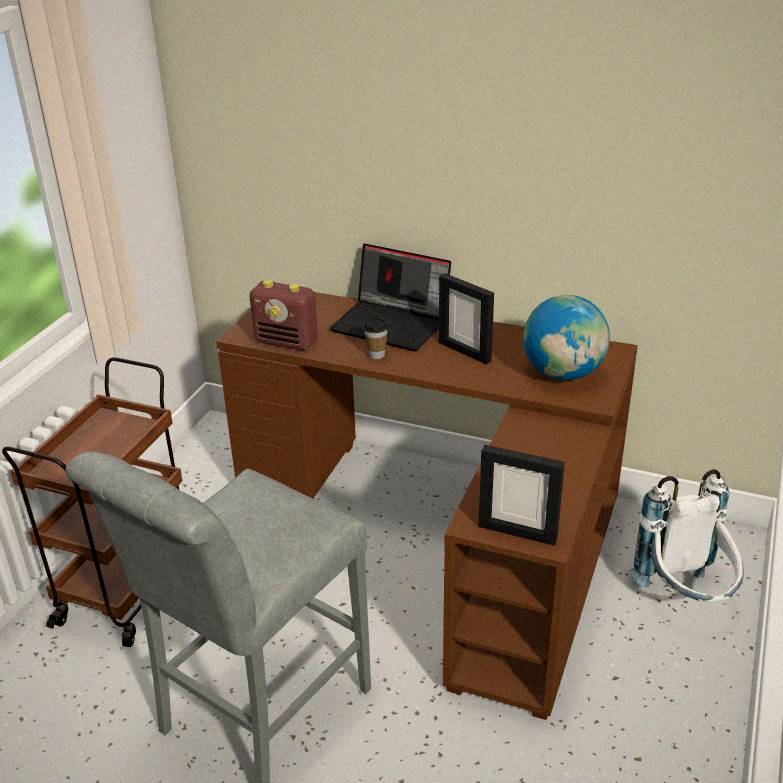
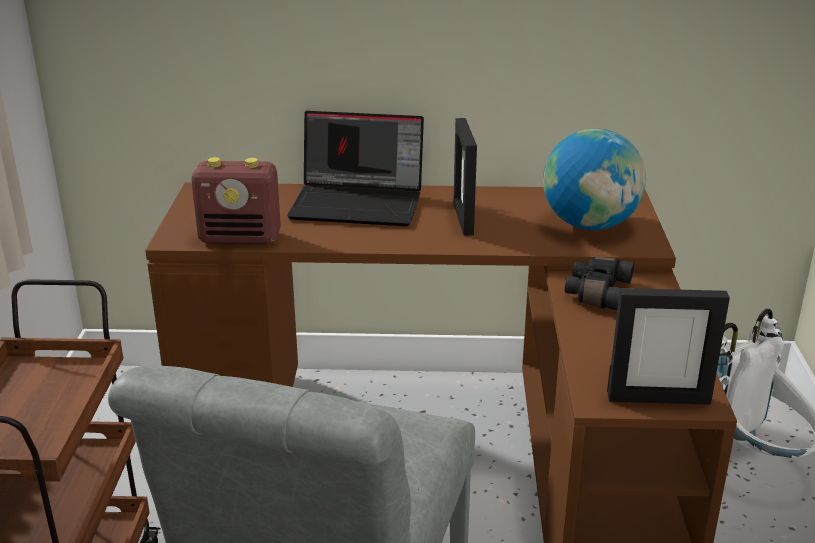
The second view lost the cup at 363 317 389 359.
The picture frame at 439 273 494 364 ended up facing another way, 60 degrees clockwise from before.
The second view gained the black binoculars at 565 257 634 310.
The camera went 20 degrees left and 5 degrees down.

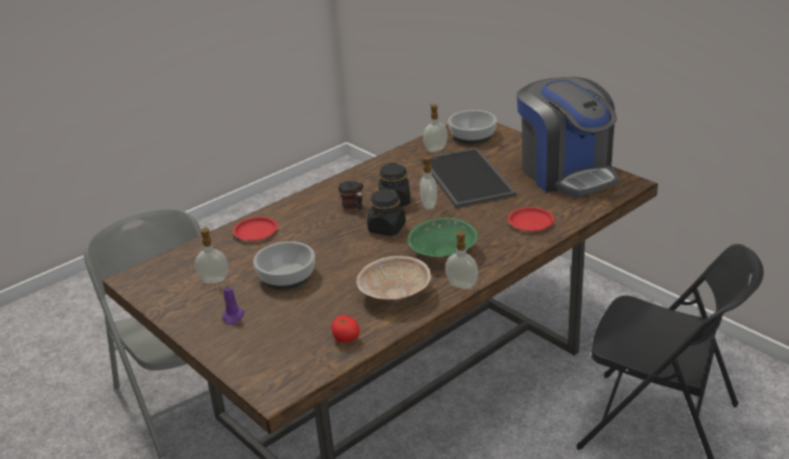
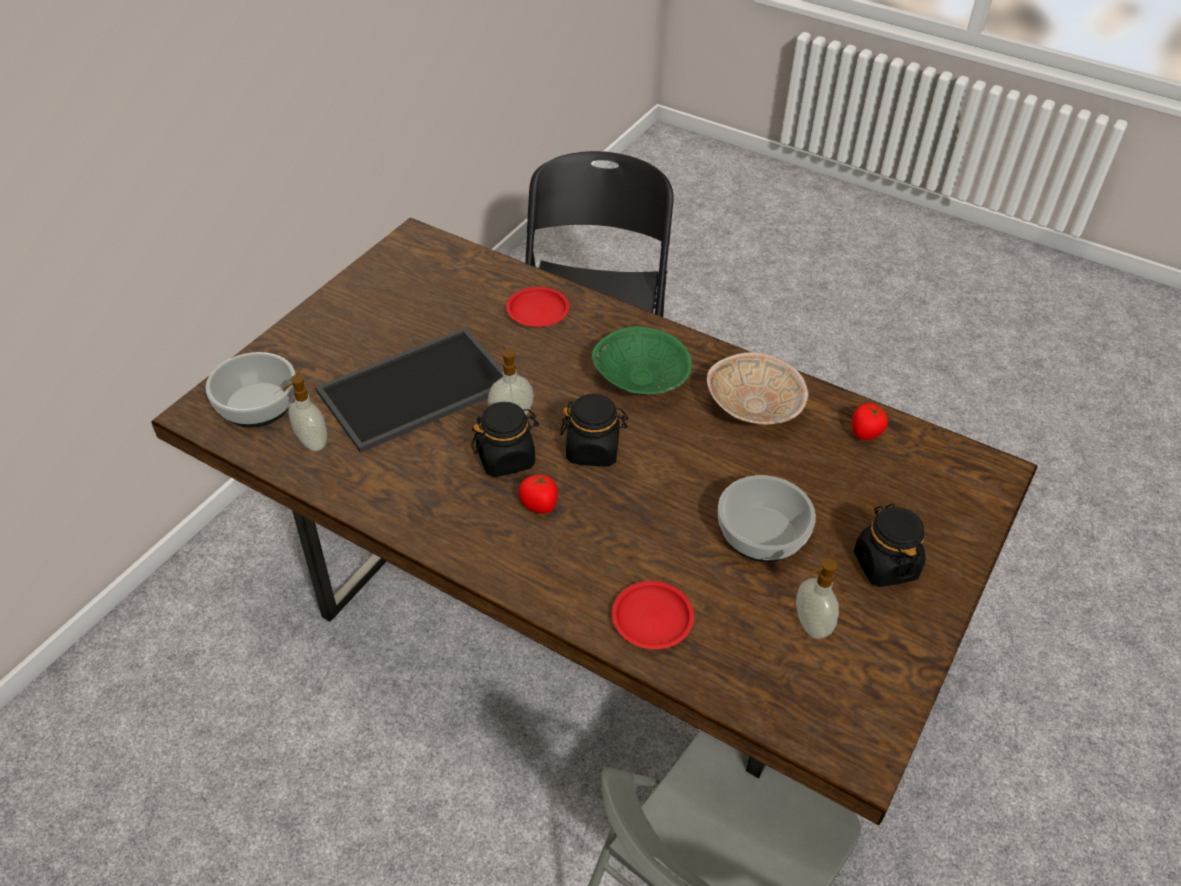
Where the purple candle stood at 222 282 245 325, the black jar came to stand at 854 504 925 587.
Where the mug stood at 339 181 363 210, the tomato came to stand at 519 473 558 514.
The second view lost the soap dispenser at 445 231 478 289.
The second view lost the coffee machine at 517 77 619 197.
The camera went 110 degrees left and 15 degrees up.

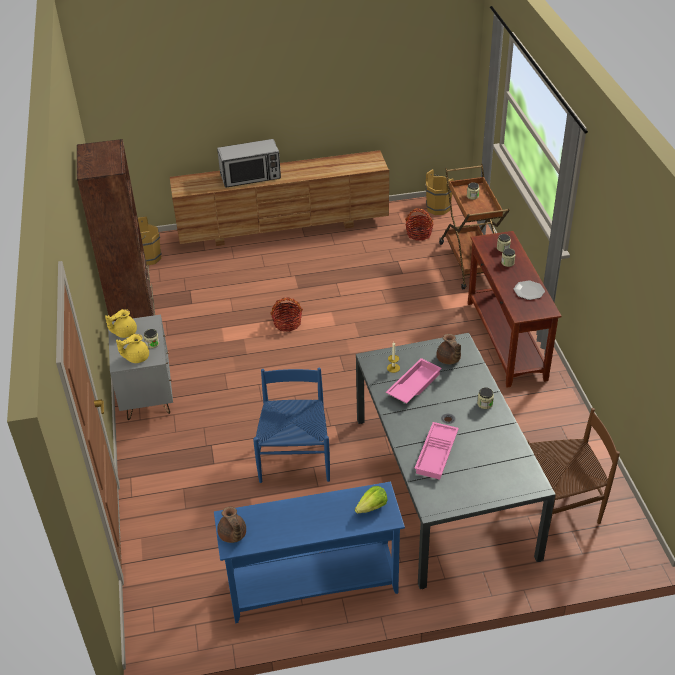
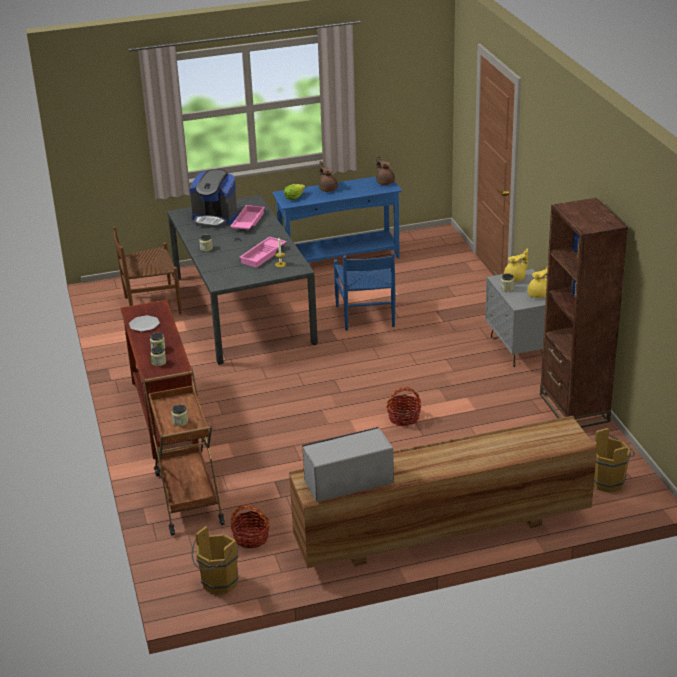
The microwave ended up elsewhere, having gone from 217 139 281 187 to 302 427 394 502.
The brown teapot ended up elsewhere, having gone from 436 334 461 364 to 319 161 338 192.
The second view gained the coffee machine at 189 169 238 228.
The camera went 175 degrees right and 10 degrees down.

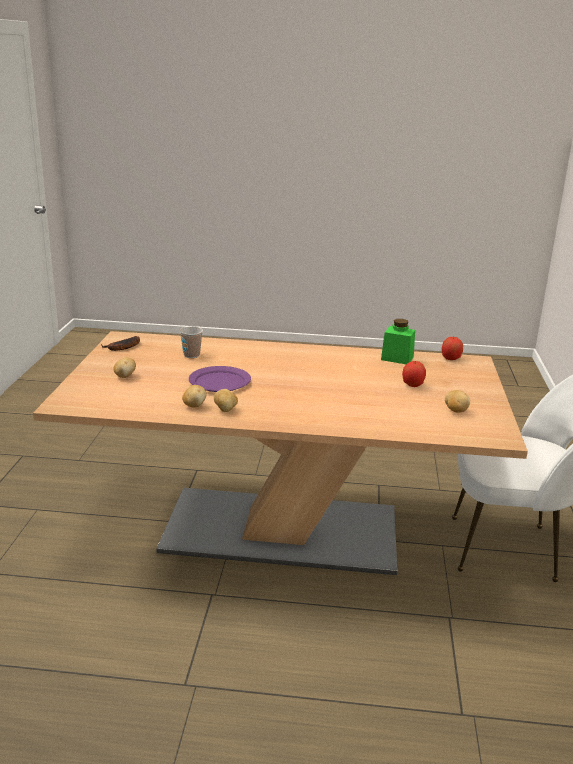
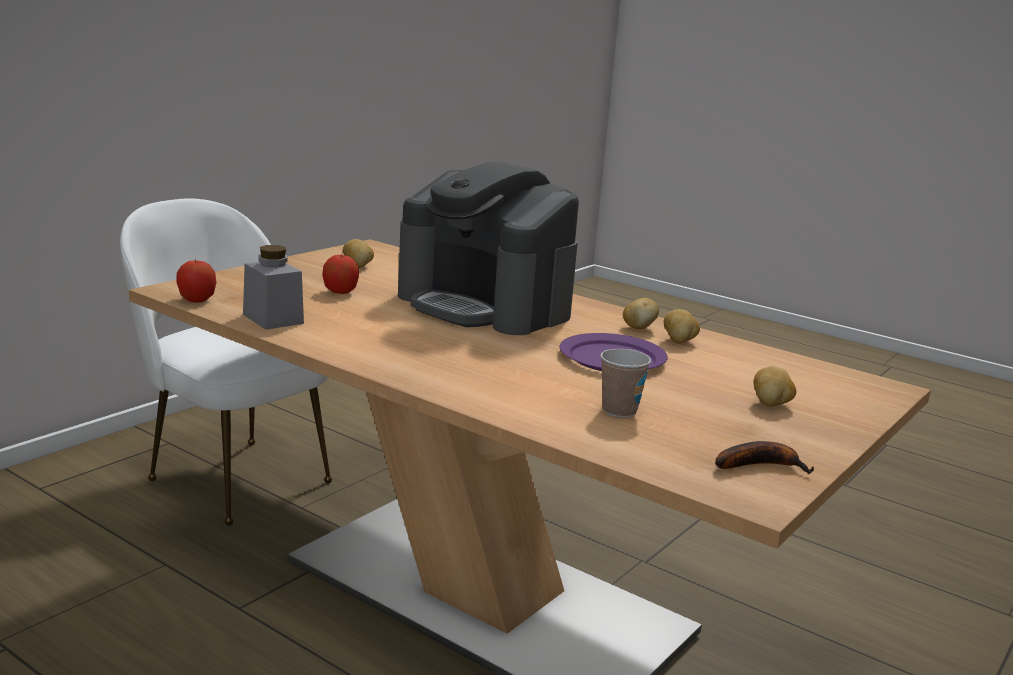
What was the green jar at 381 319 415 364 turned into the grey jar at 243 245 304 330.
The second view gained the coffee machine at 398 162 579 335.
The camera went 150 degrees left and 5 degrees down.

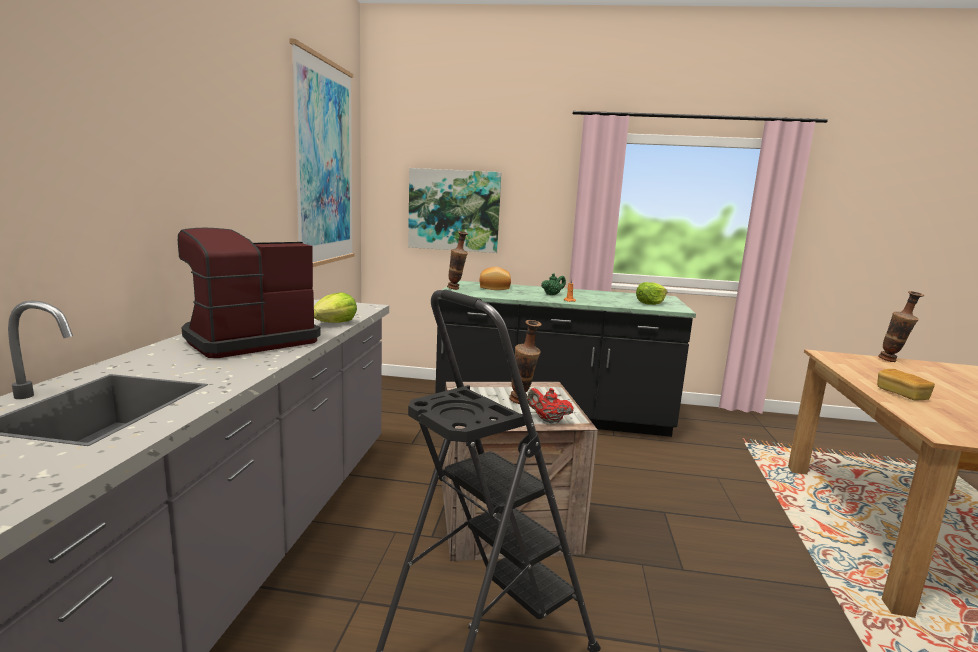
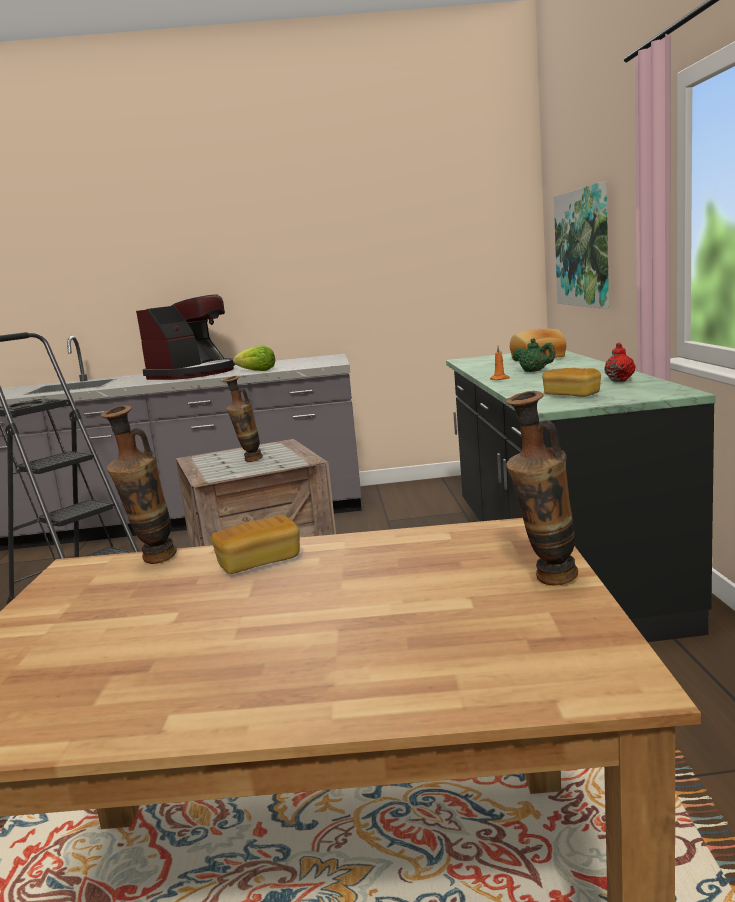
The coffee machine at 178 228 321 358 ended up facing another way, 90 degrees clockwise from before.
The second view lost the picture at 289 39 355 267.
The vase ended up elsewhere, having gone from 447 231 468 290 to 101 405 177 564.
The red teapot ended up elsewhere, having gone from 527 388 574 423 to 604 343 636 382.
Where the lettuce stood at 636 282 668 305, the bread came to stand at 542 368 601 397.
The camera went 80 degrees right and 0 degrees up.

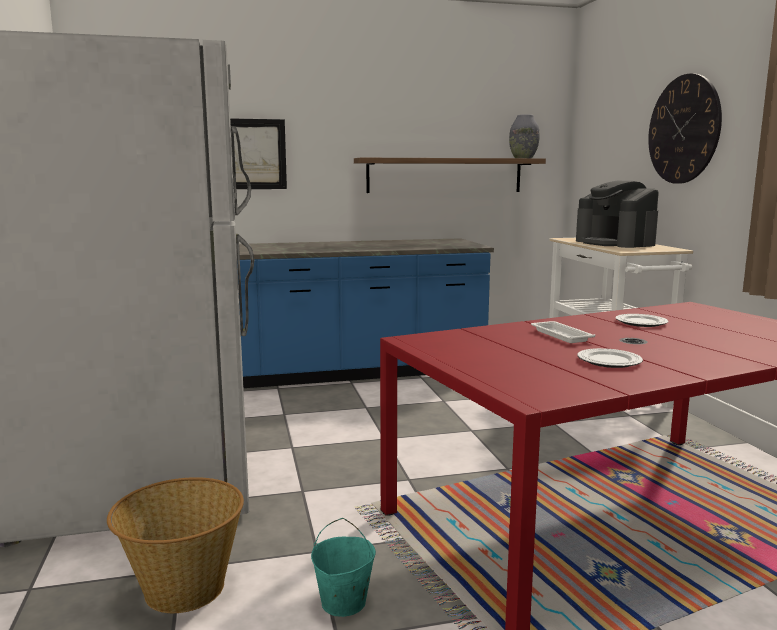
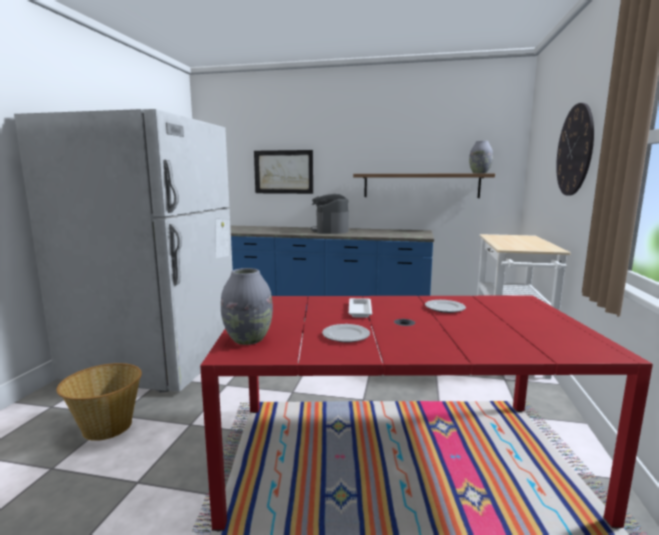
The second view lost the turquoise bucket at 311 518 376 617.
The coffee machine ended up elsewhere, having gone from 576 181 659 248 to 311 194 349 234.
The second view gained the grey vase at 221 268 273 345.
The camera went 25 degrees right and 0 degrees up.

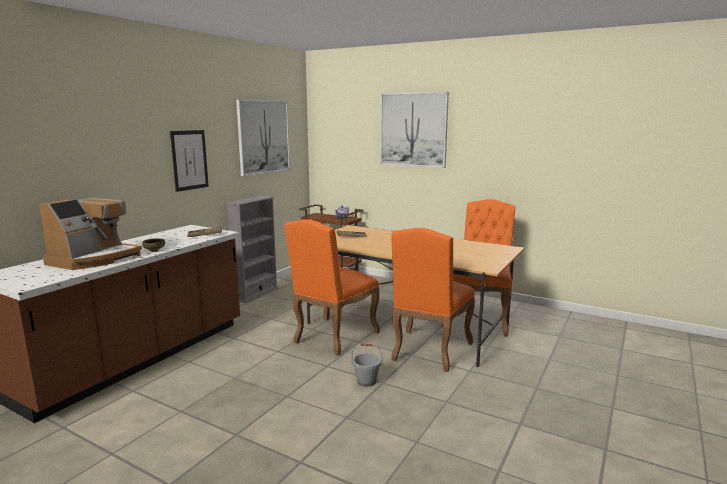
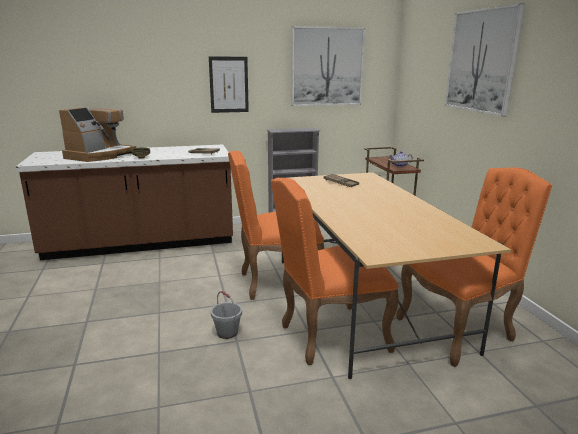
The coffee machine at 39 197 142 270 ended up facing another way, 45 degrees counterclockwise from before.
The camera went 45 degrees right and 5 degrees up.

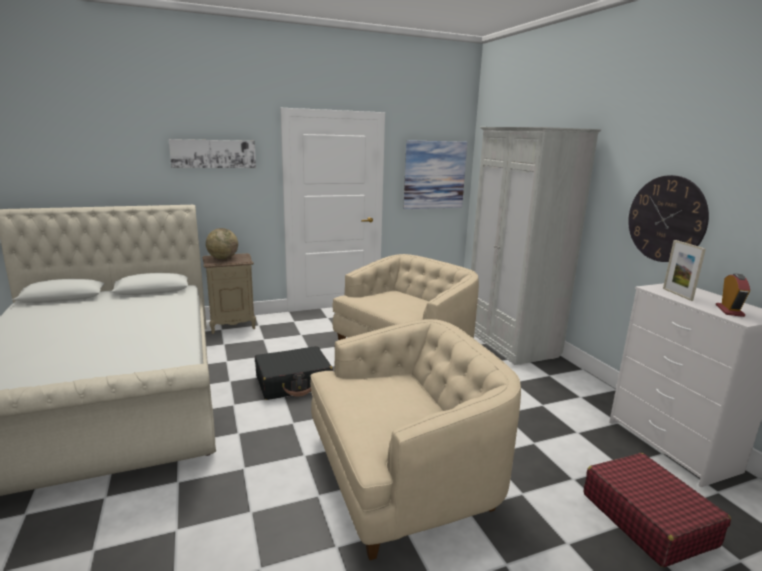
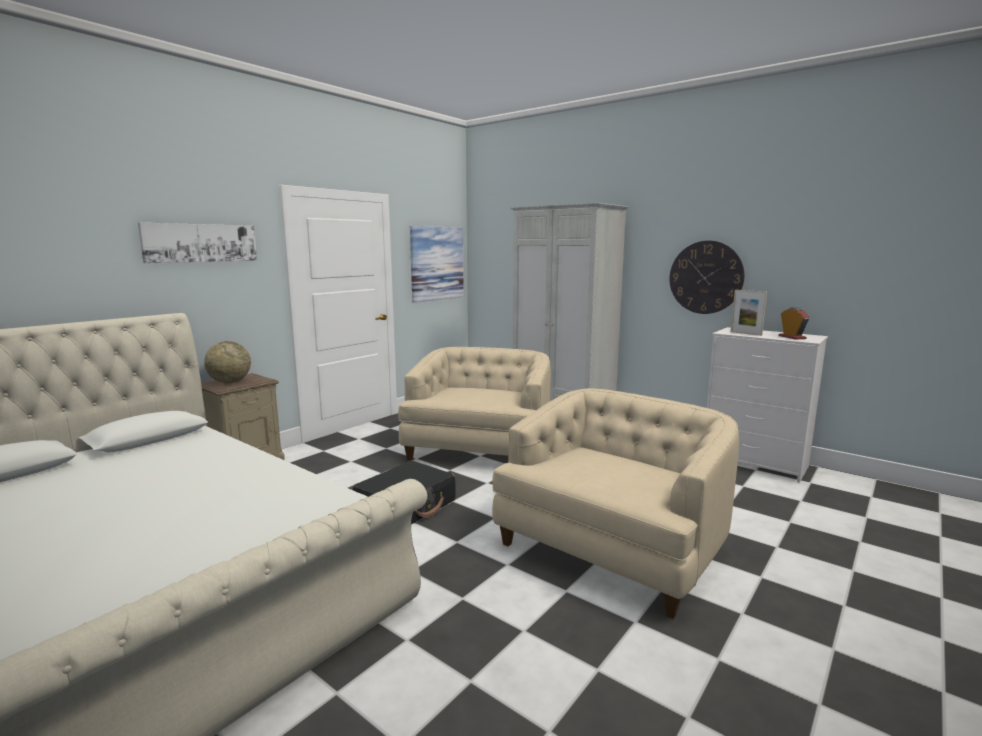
The second view lost the red suitcase at 584 453 731 567.
The camera went 30 degrees left and 5 degrees down.

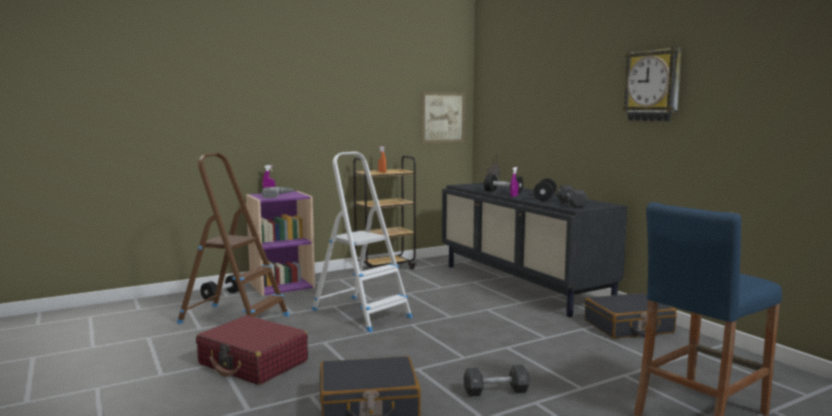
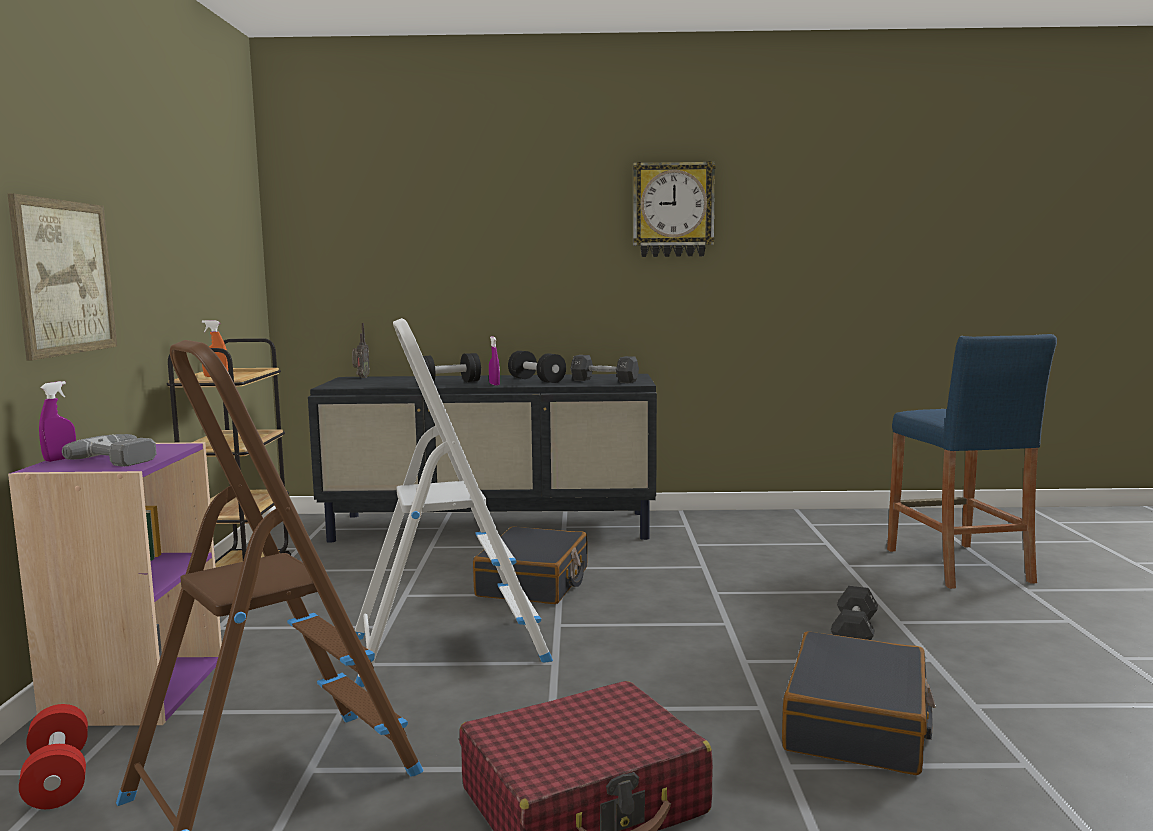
What was the black dumbbell at 201 275 239 301 turned into the red dumbbell at 19 704 88 809.
The picture ended up elsewhere, having gone from 421 92 465 144 to 8 194 117 360.
The black suitcase ended up elsewhere, having gone from 585 293 676 339 to 473 527 588 604.
The camera went 60 degrees left and 0 degrees up.

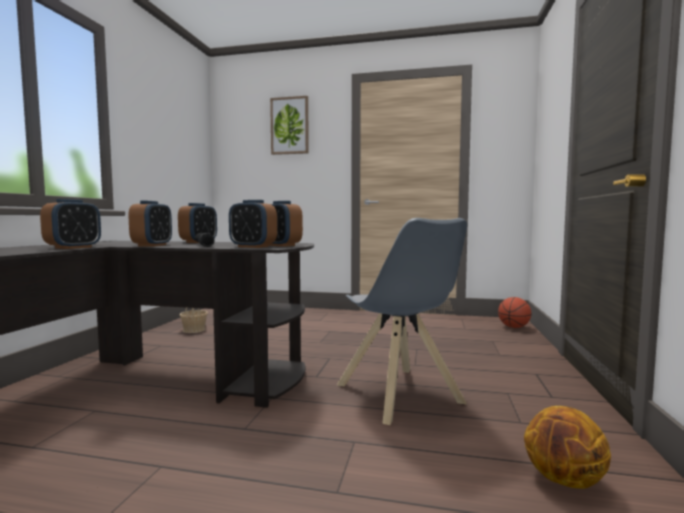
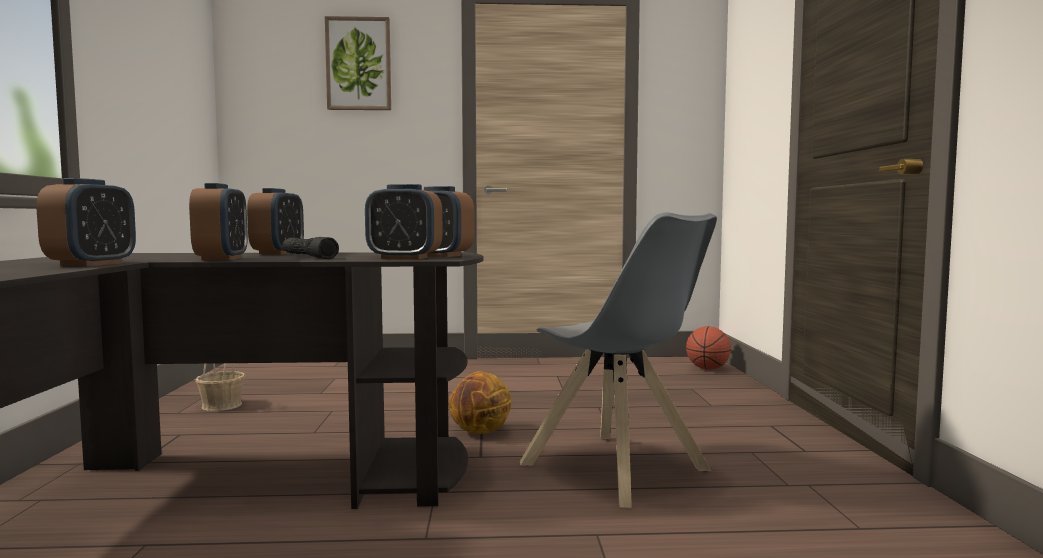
The basketball ended up elsewhere, having gone from 524 406 611 489 to 449 371 511 434.
The camera went 15 degrees left and 0 degrees up.

